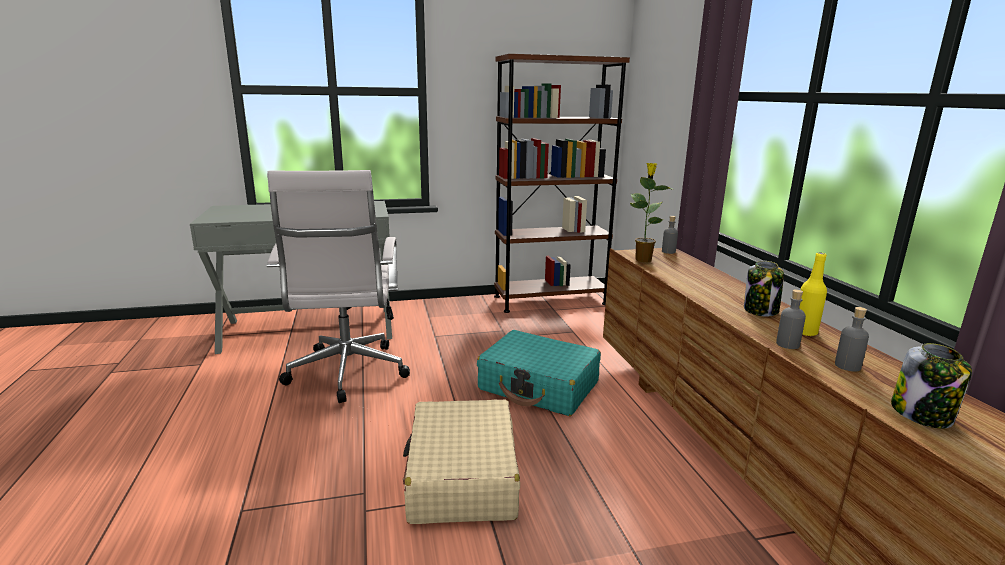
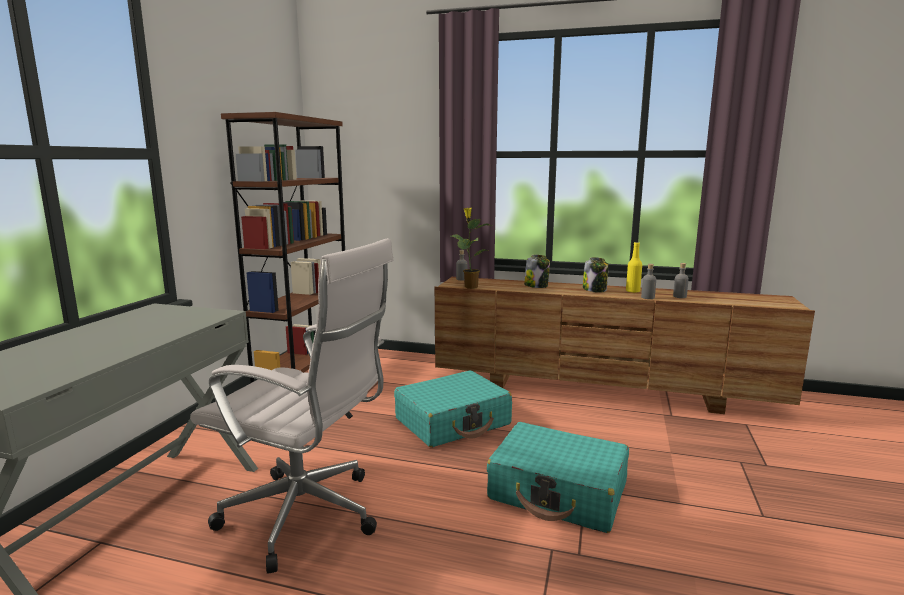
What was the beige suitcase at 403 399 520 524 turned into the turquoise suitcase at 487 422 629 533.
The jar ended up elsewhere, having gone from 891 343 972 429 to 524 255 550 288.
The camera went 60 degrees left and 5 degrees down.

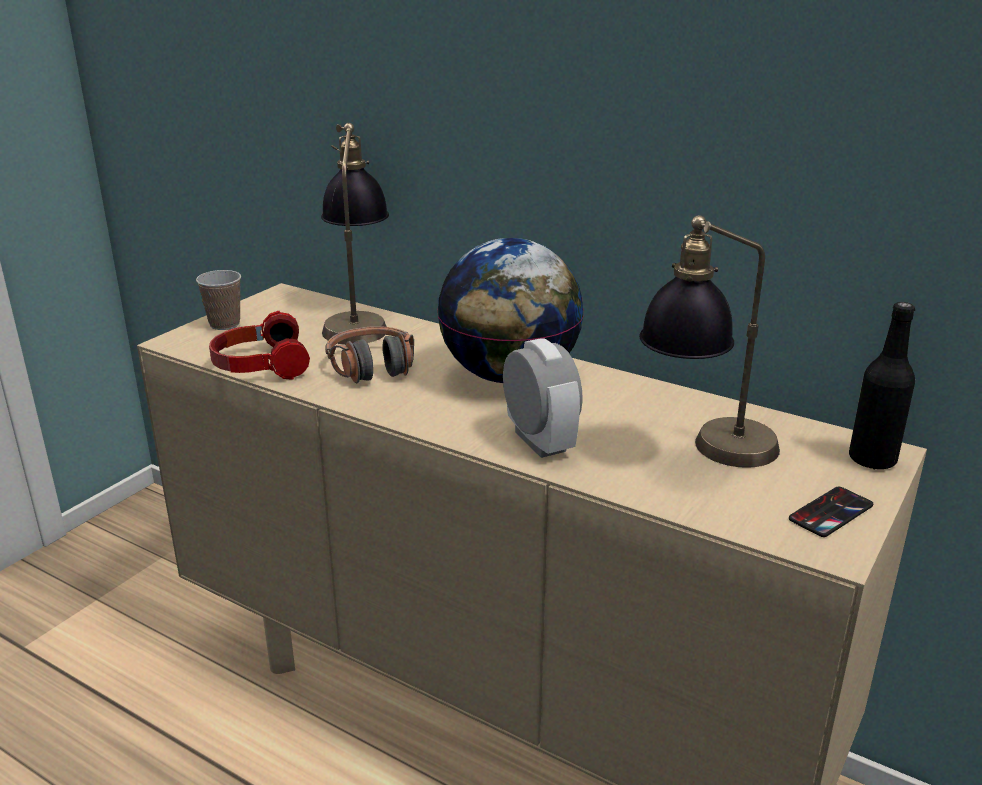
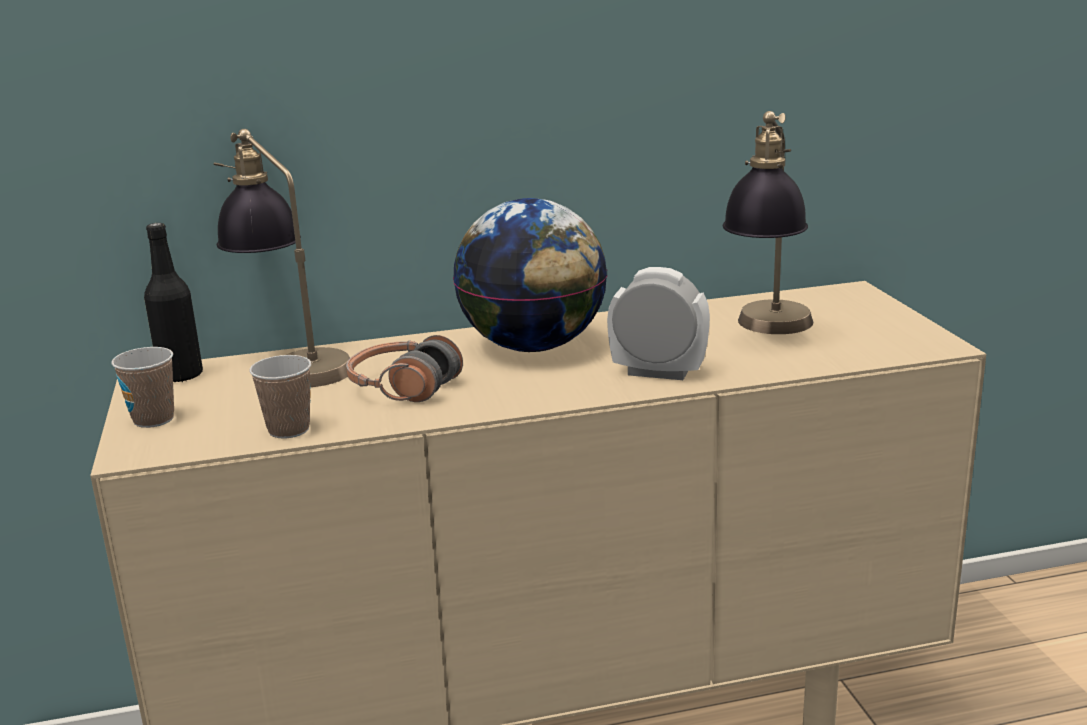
Where the headphones stood at 209 311 310 380, the cup came to stand at 249 355 311 439.
The second view lost the phone at 789 487 873 537.
The black bottle ended up elsewhere, having gone from 849 302 915 470 to 144 223 203 383.
The camera went 45 degrees left and 5 degrees down.

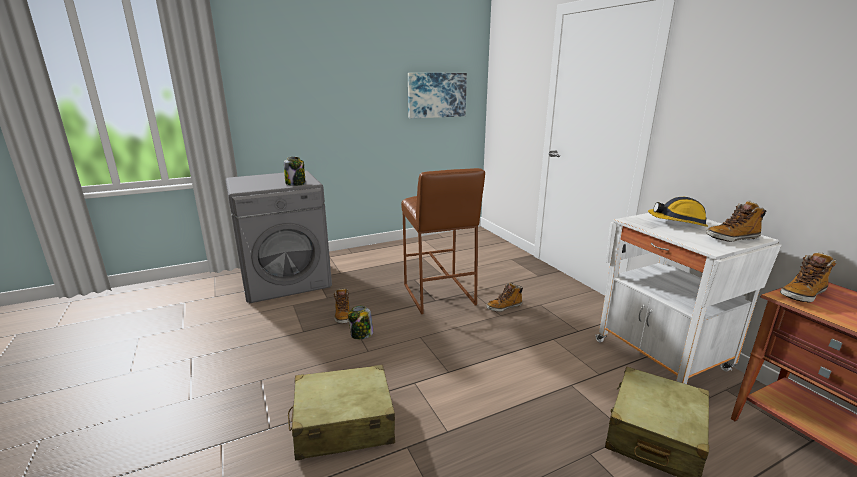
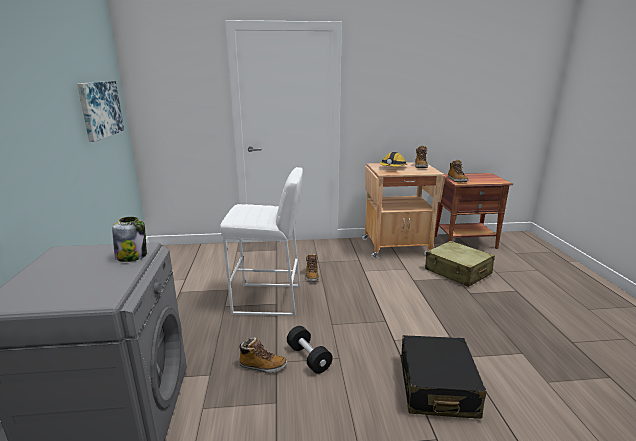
What was the beige suitcase at 288 365 395 461 turned into the black suitcase at 400 335 487 419.
Where the jar stood at 348 306 373 339, the black dumbbell came to stand at 287 326 333 374.
What was the brown stool at 401 168 485 314 turned into the white stool at 220 167 303 316.
What was the white cart at 595 213 781 384 turned into the brown cart at 362 162 446 258.
The camera went 70 degrees left and 0 degrees up.

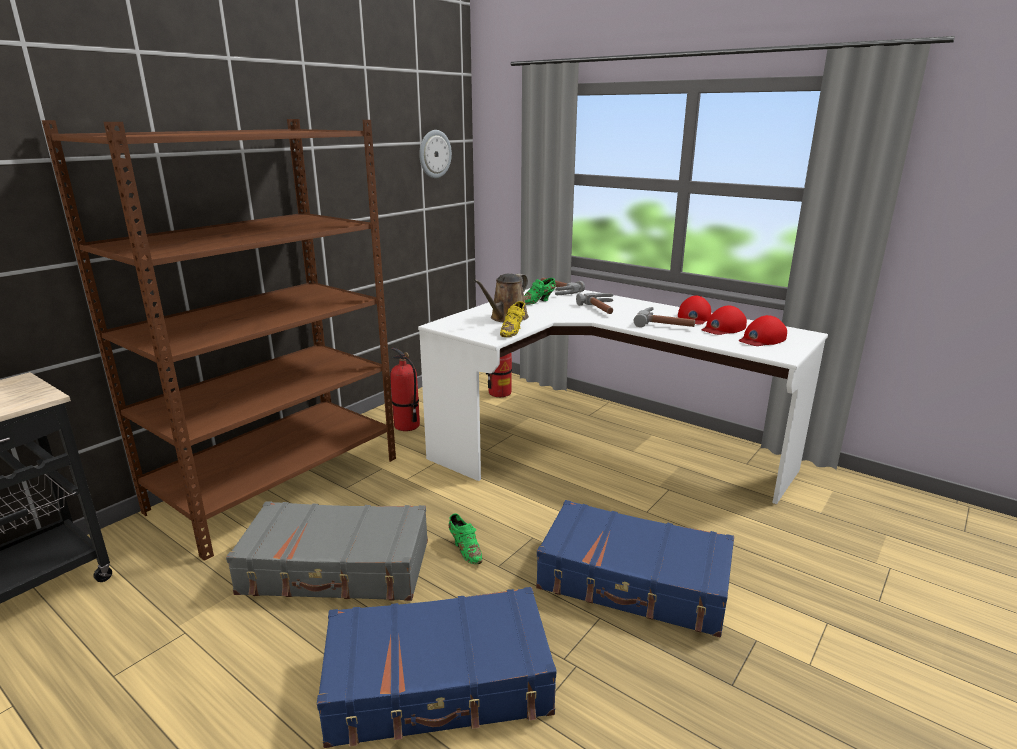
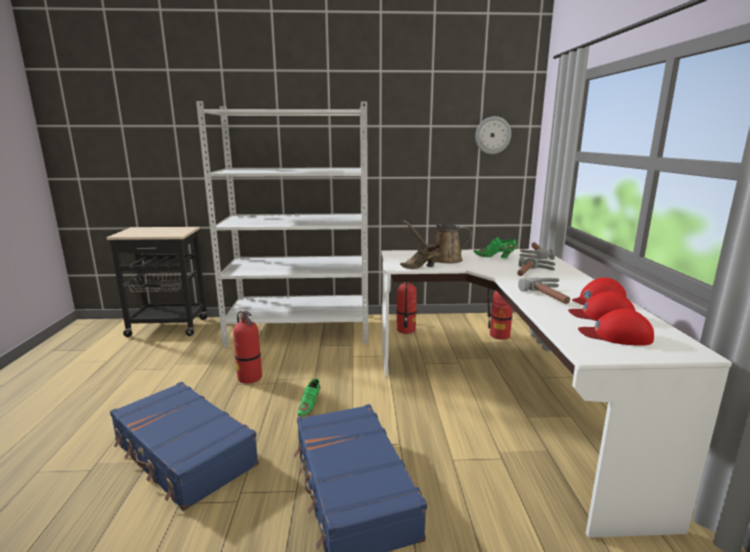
What was the brown bookcase at 42 119 396 561 turned into the white bookcase at 196 101 368 346.
Where the grey suitcase stood at 226 501 428 601, the fire extinguisher came to stand at 233 311 262 384.
What was the yellow shoe at 500 301 526 337 turned into the brown shoe at 400 245 442 269.
The camera went 50 degrees right and 5 degrees down.

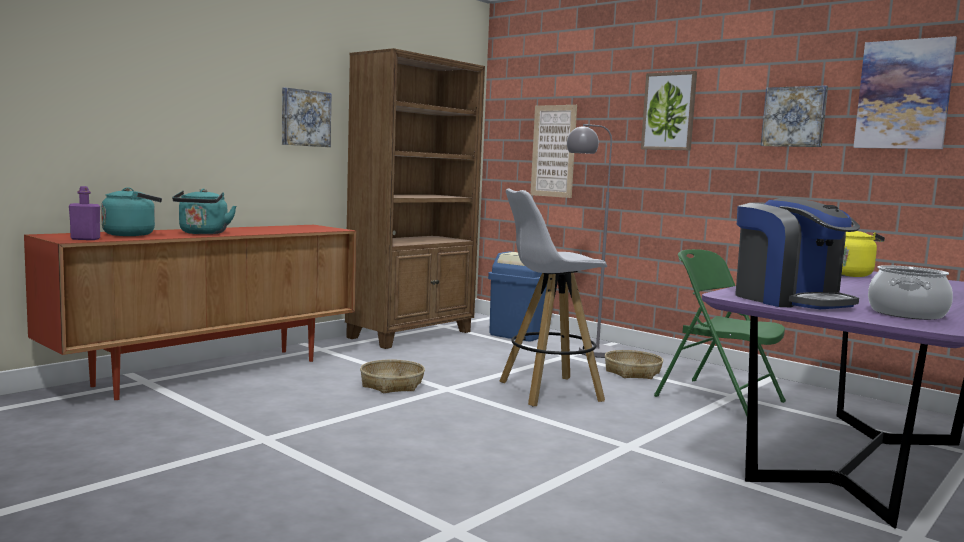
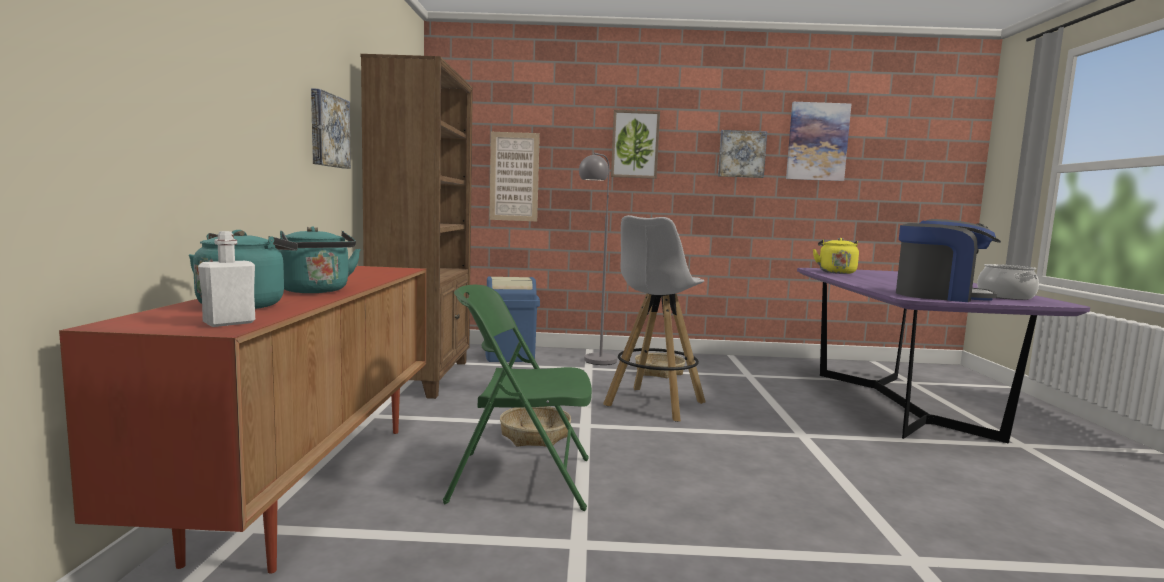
What was the purple bottle at 69 186 100 240 turned into the white bottle at 198 231 255 327.
The green chair ended up elsewhere, having gone from 654 249 786 416 to 443 285 592 511.
The camera went 40 degrees left and 0 degrees up.

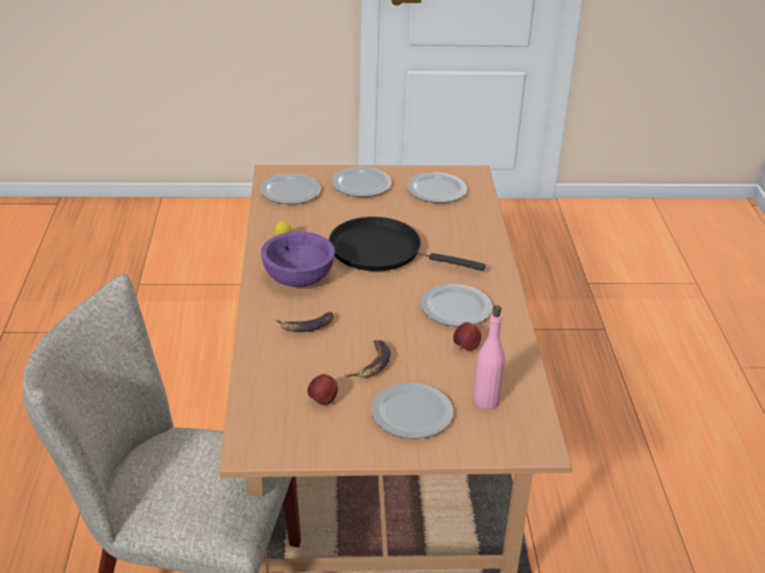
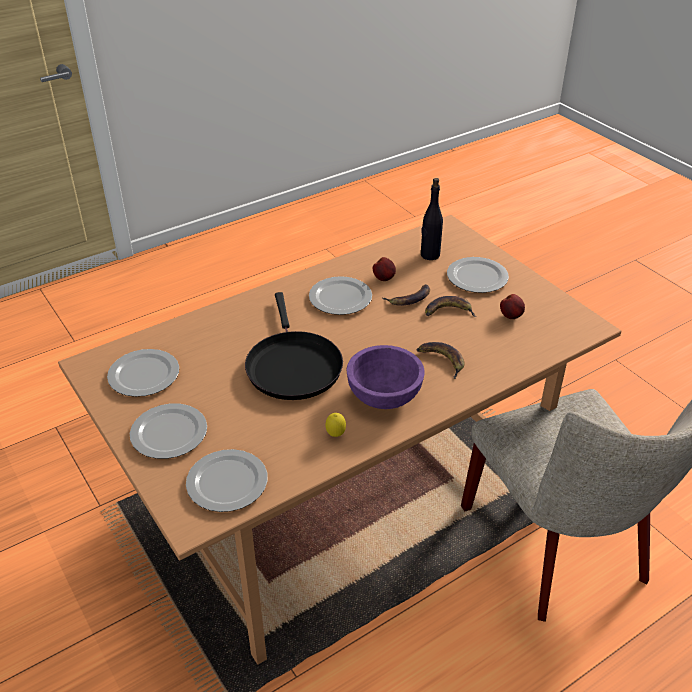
What was the pink bottle at 473 305 505 409 turned into the black bottle at 421 178 443 260.
The second view gained the banana at 383 284 430 306.
The camera went 120 degrees left and 5 degrees up.

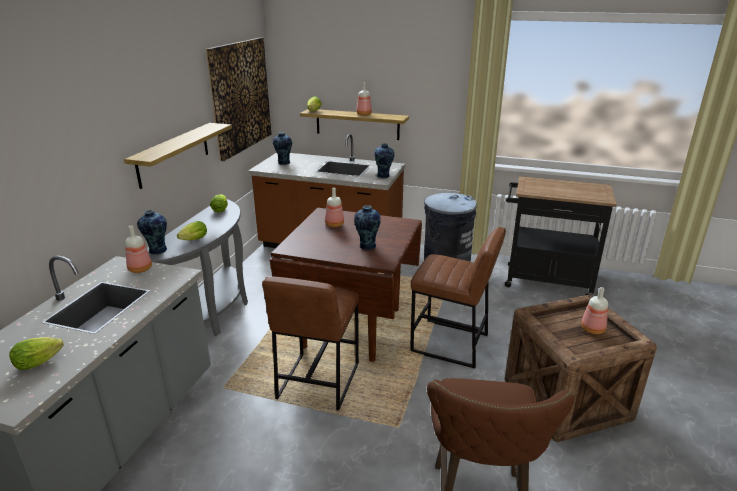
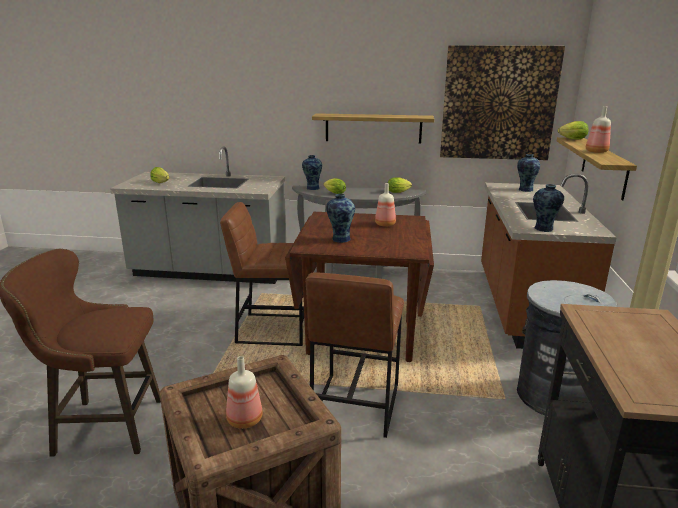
The second view lost the bottle at 125 225 152 273.
The camera went 80 degrees right and 5 degrees down.

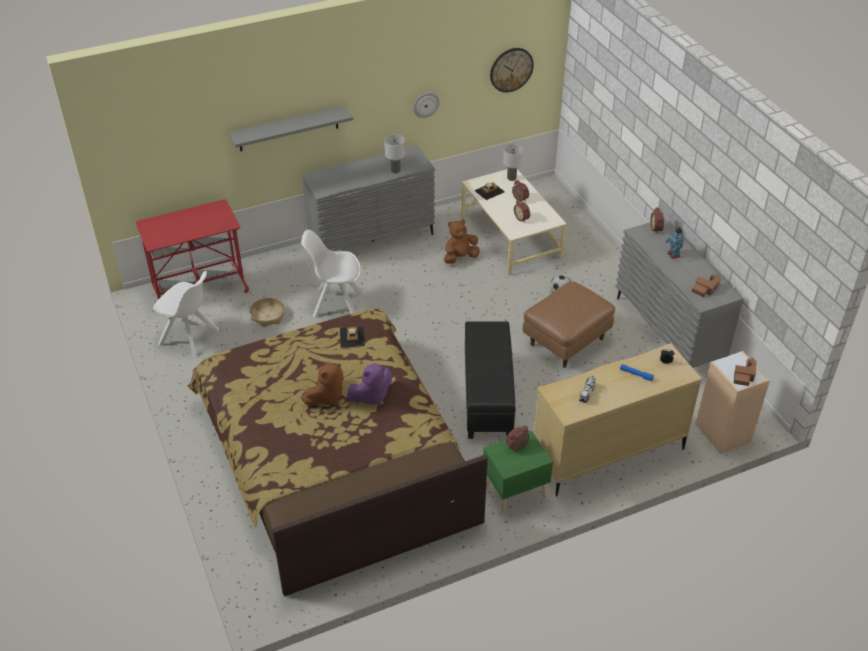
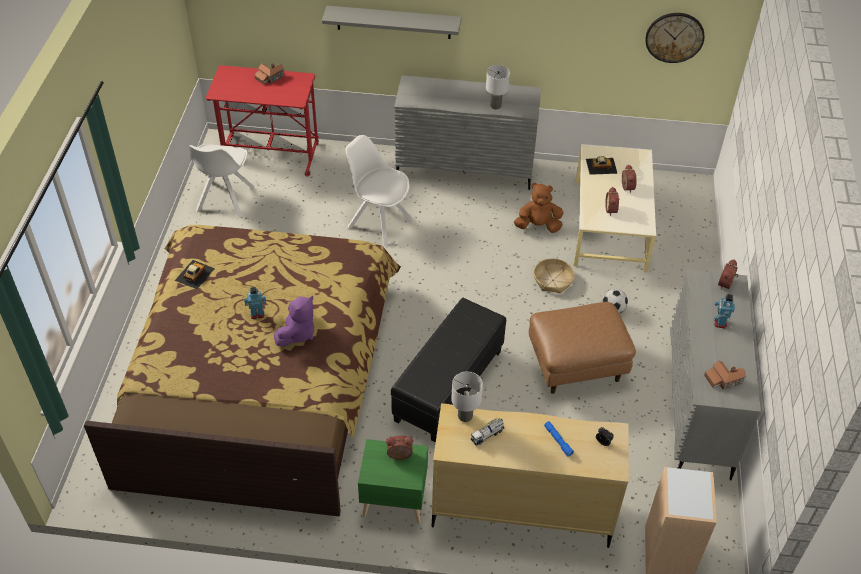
The white chair at 153 271 220 358 ended up facing another way, 45 degrees clockwise from before.
The basket ended up elsewhere, having gone from 249 297 285 327 to 534 258 574 294.
Where the brown plush toy stood at 304 363 343 406, the toy robot came to stand at 244 287 266 319.
The toy car ended up elsewhere, having gone from 340 326 365 348 to 175 260 215 289.
The purple plush toy at 347 363 392 406 ended up facing another way, 60 degrees counterclockwise from before.
The second view lost the wall clock at 413 92 440 118.
The white table lamp ended up elsewhere, having gone from 503 144 523 181 to 451 372 483 422.
The toy house ended up elsewhere, having gone from 734 357 757 386 to 255 63 284 85.
The camera went 30 degrees right and 5 degrees up.

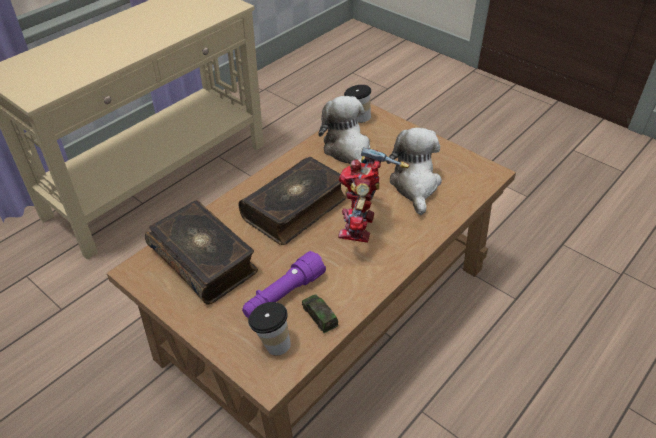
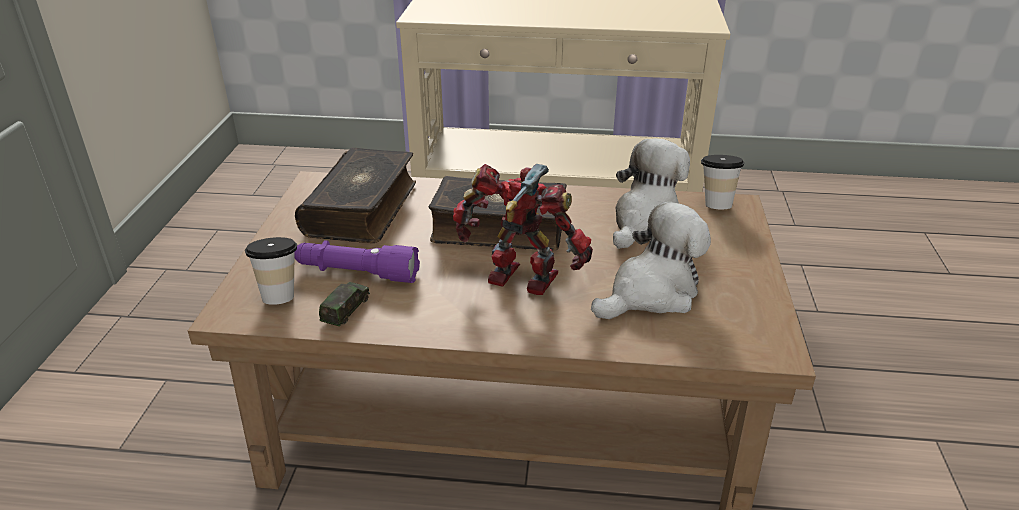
The toy robot at 338 147 409 243 ended up facing another way, 45 degrees clockwise from before.
The camera went 55 degrees right and 10 degrees down.

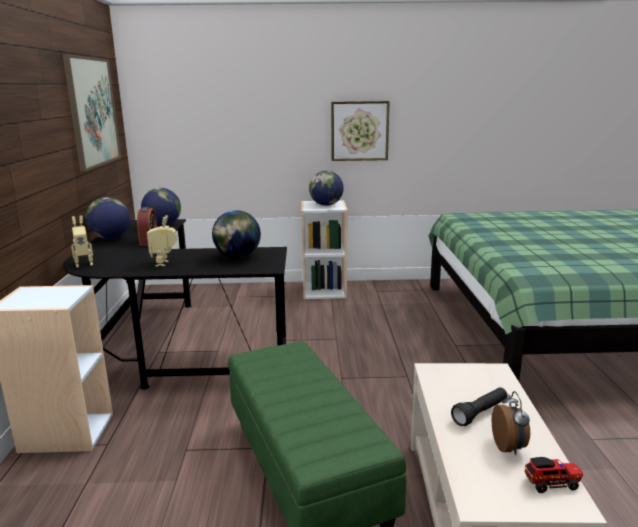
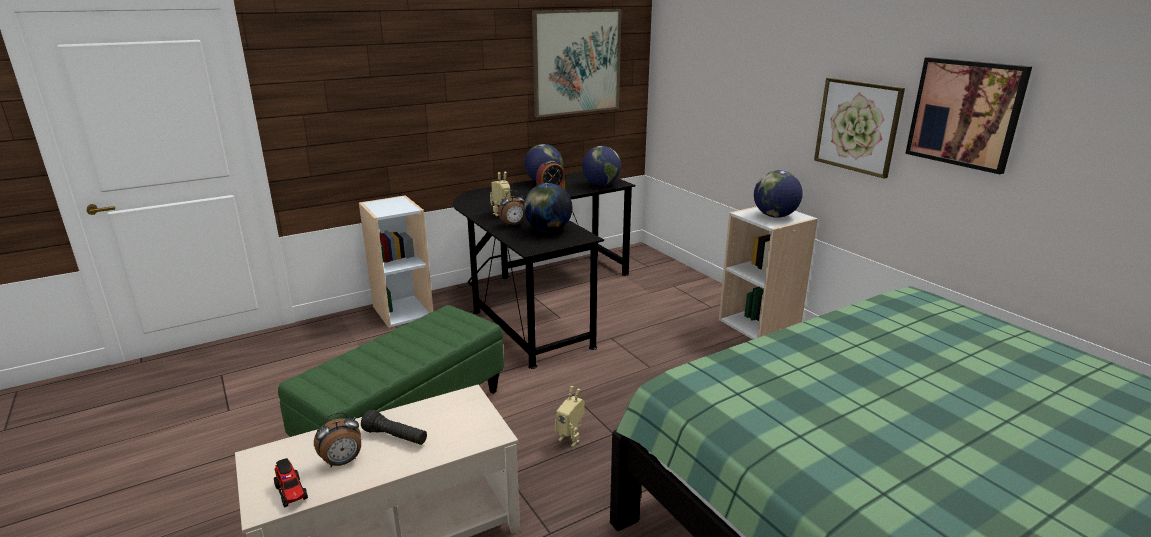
The toy robot ended up elsewhere, having gone from 71 216 93 268 to 555 386 585 447.
The second view gained the alarm clock at 498 191 525 226.
The second view gained the picture at 905 57 1032 174.
The camera went 60 degrees right and 5 degrees up.

